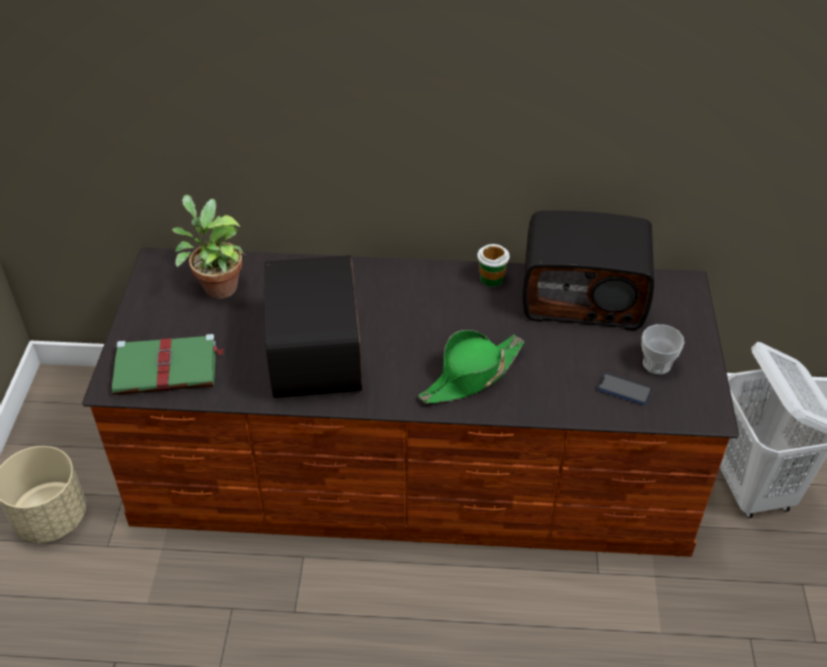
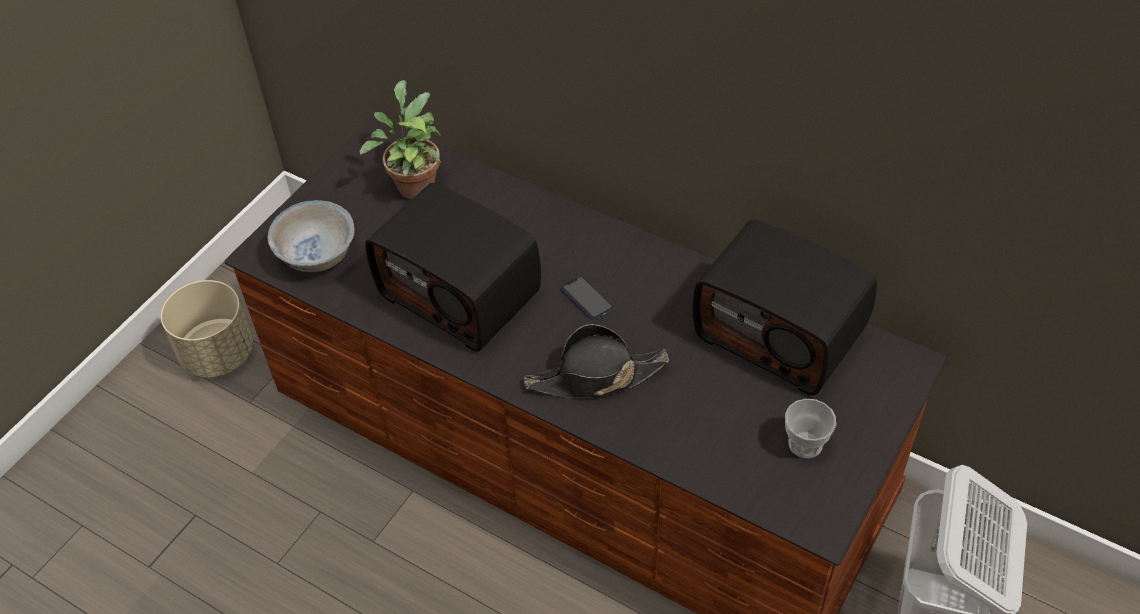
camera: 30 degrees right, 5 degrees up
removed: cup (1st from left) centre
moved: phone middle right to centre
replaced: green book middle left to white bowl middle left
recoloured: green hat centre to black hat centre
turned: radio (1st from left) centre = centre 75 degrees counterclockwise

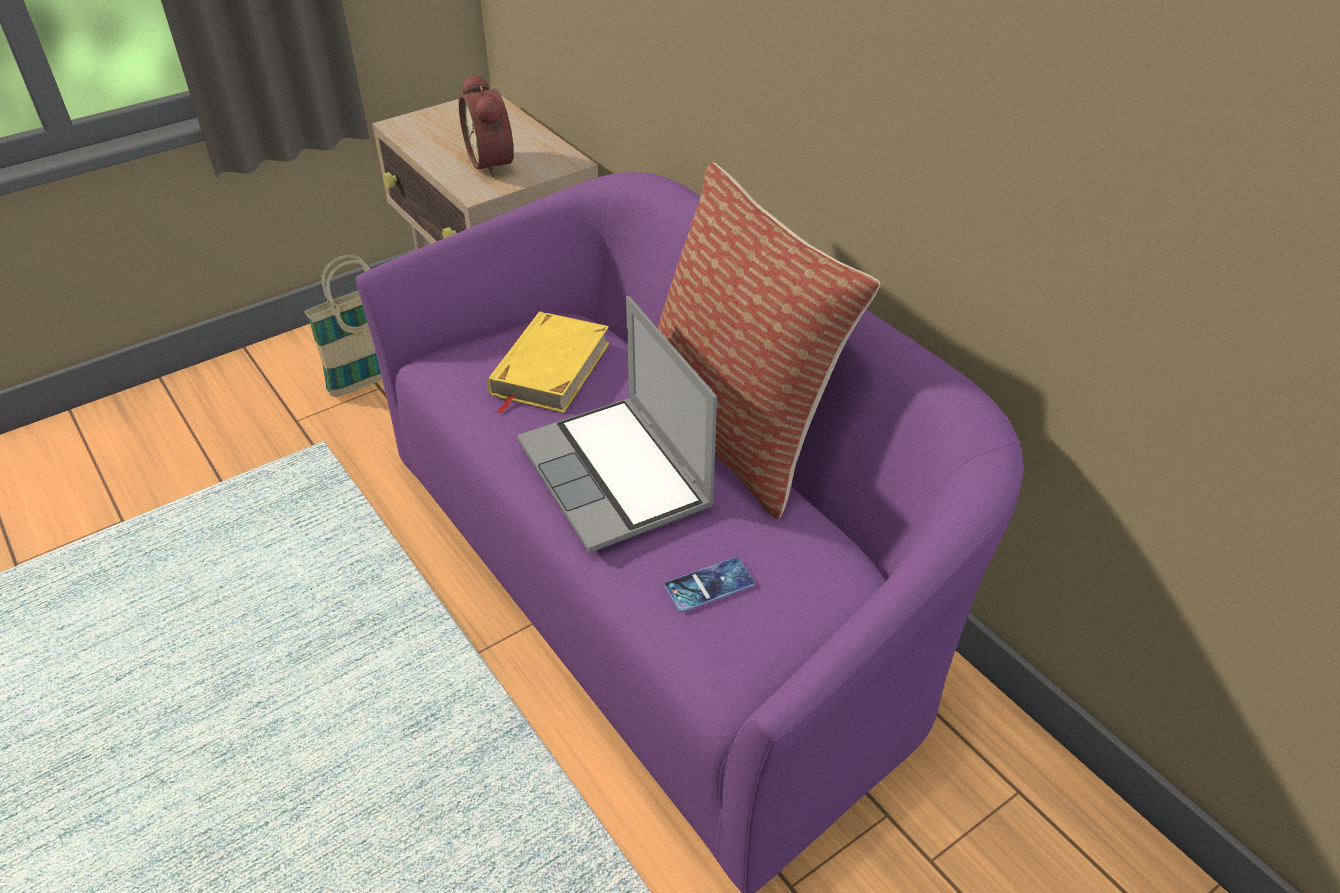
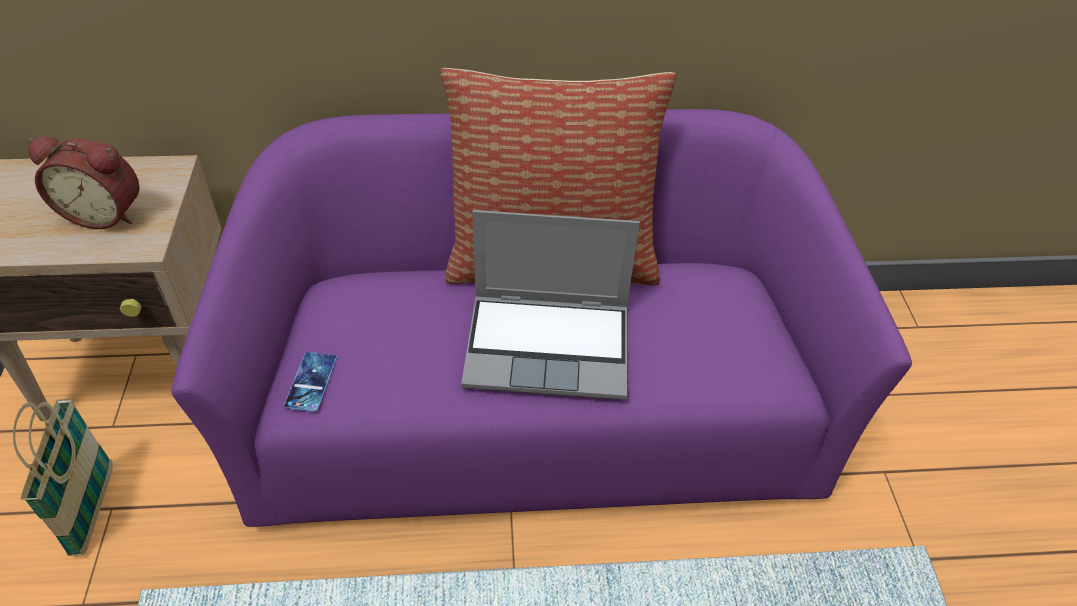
camera: 60 degrees left, 5 degrees up
removed: yellow book centre
moved: phone centre to middle left

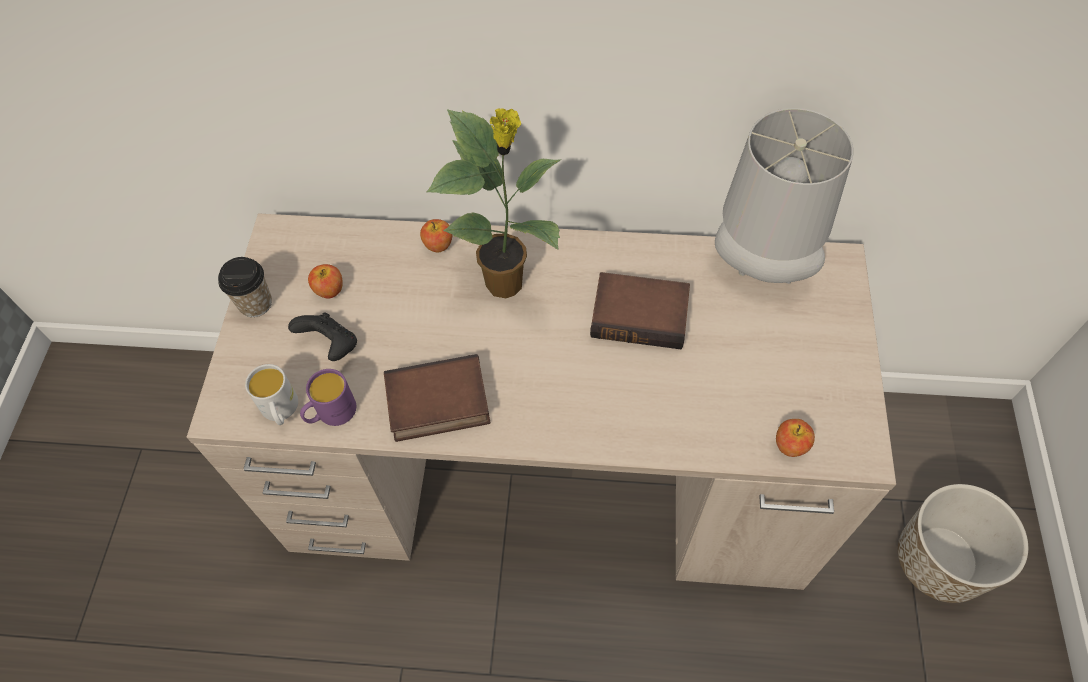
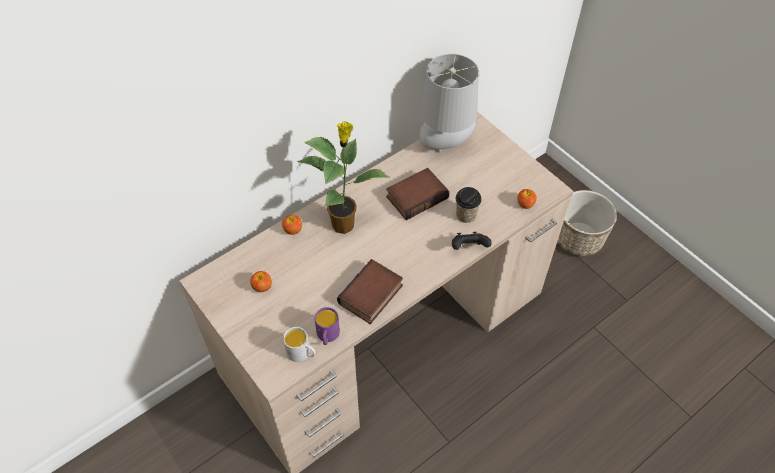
camera: 45 degrees left, 5 degrees down
moved: cup middle left to centre; black game controller middle left to centre

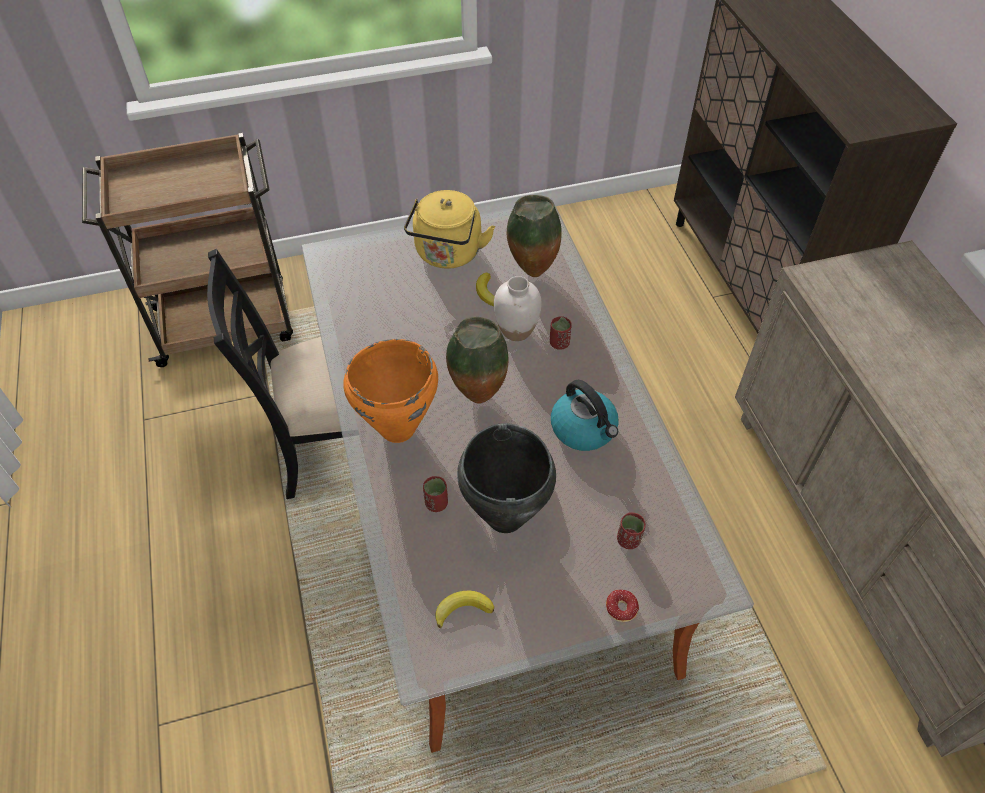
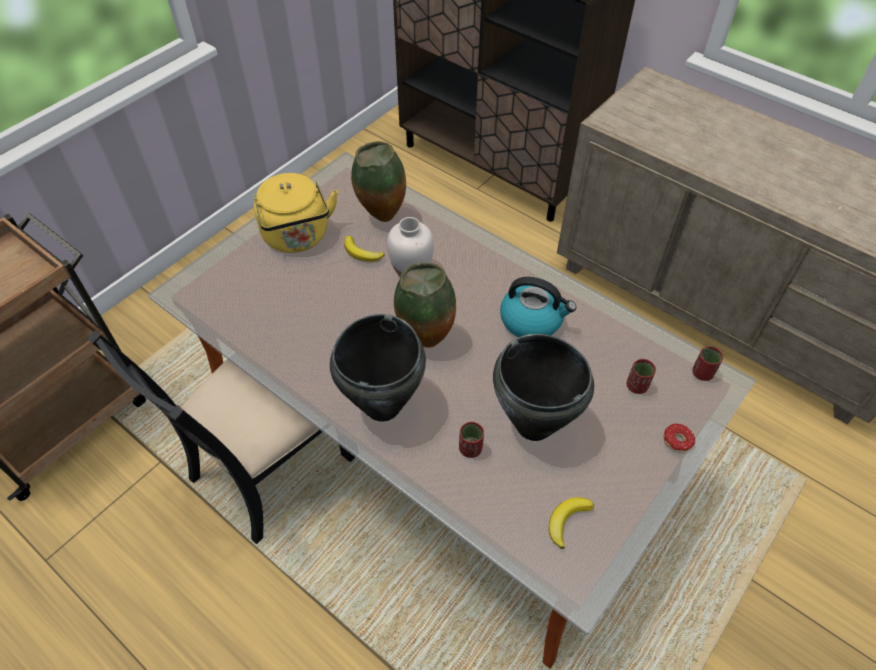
camera: 35 degrees left, 0 degrees up
moved: red cup (2nd from left in the first image) centre to red cup (3rd from left) middle right
recoloured: orange cooking pot centre to black cooking pot (1st from left) centre

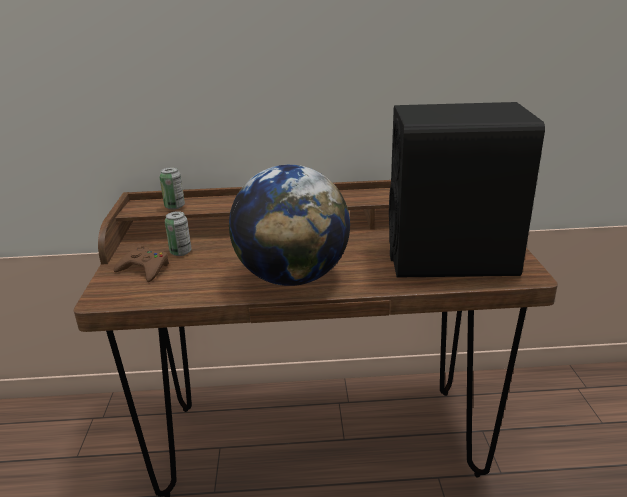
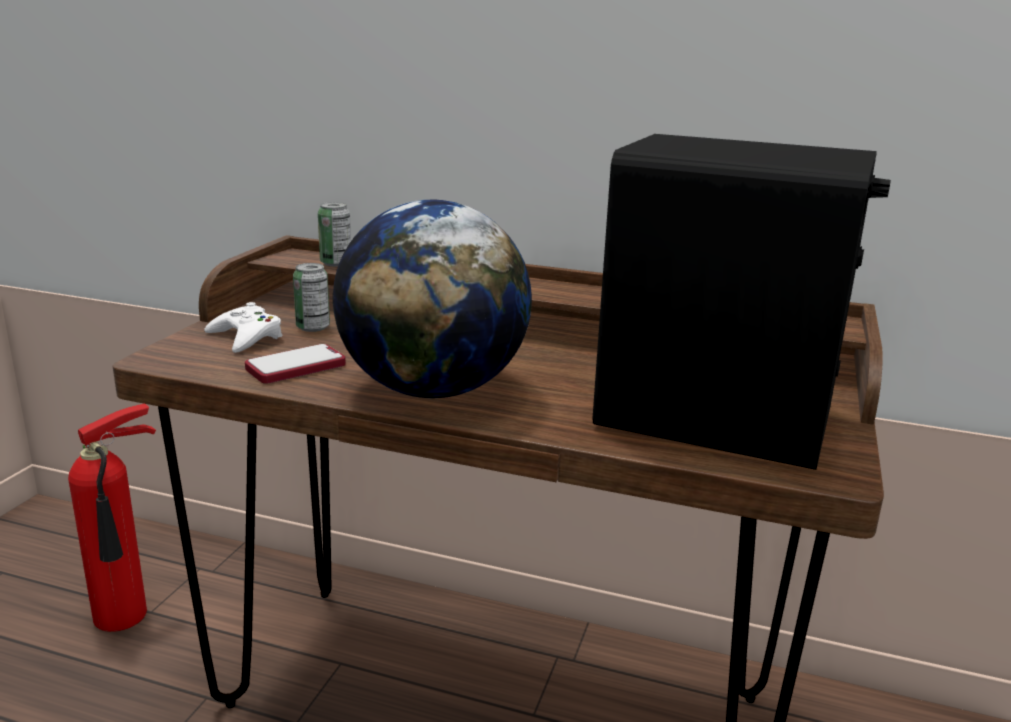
camera: 20 degrees right, 5 degrees down
added: fire extinguisher bottom left; phone middle left
recoloured: brown game controller middle left to white game controller middle left

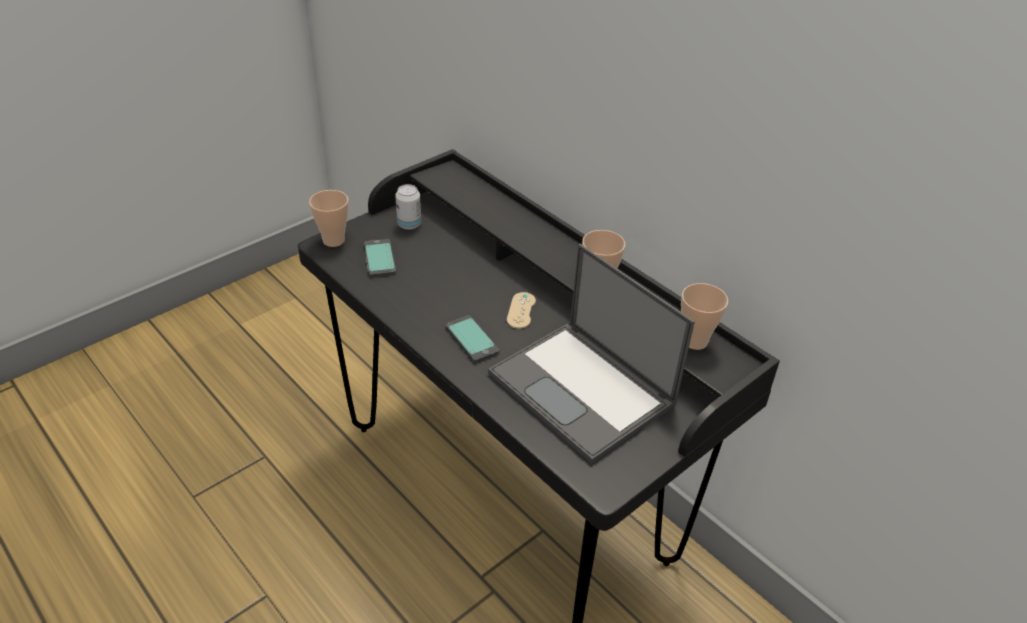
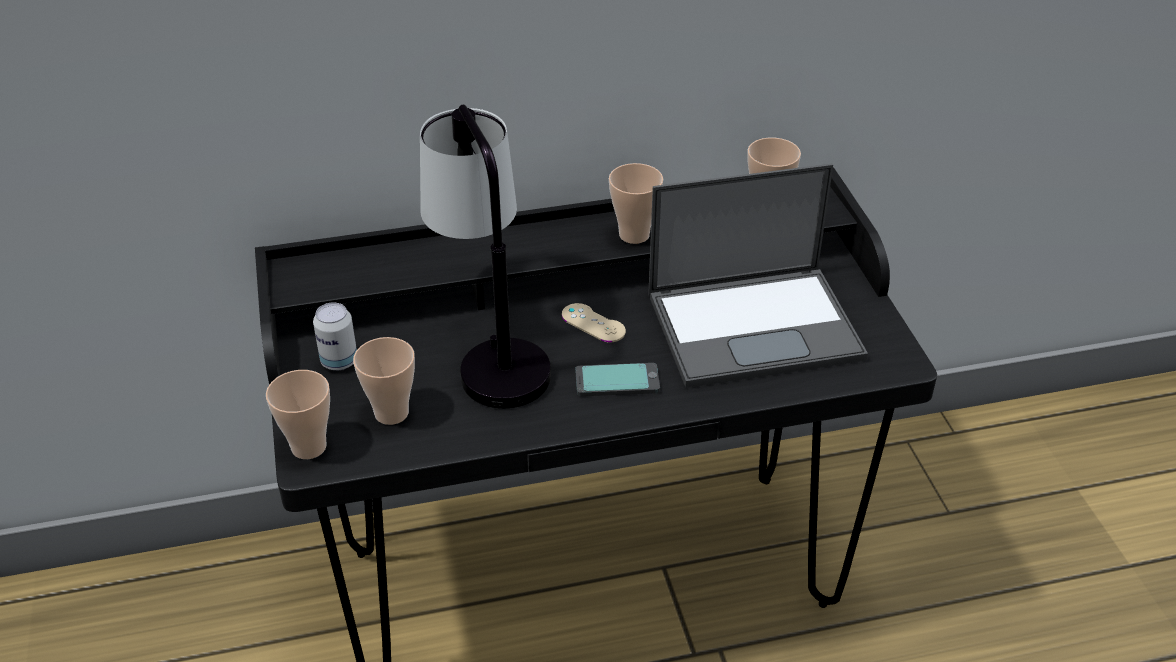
camera: 60 degrees left, 0 degrees up
added: table lamp centre
replaced: phone (1st from left) centre to cup (2nd from left) middle left

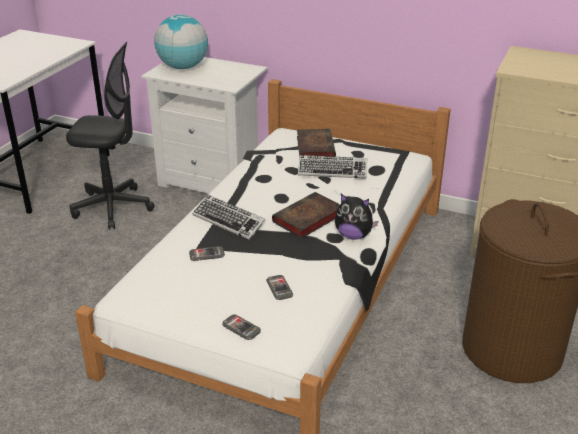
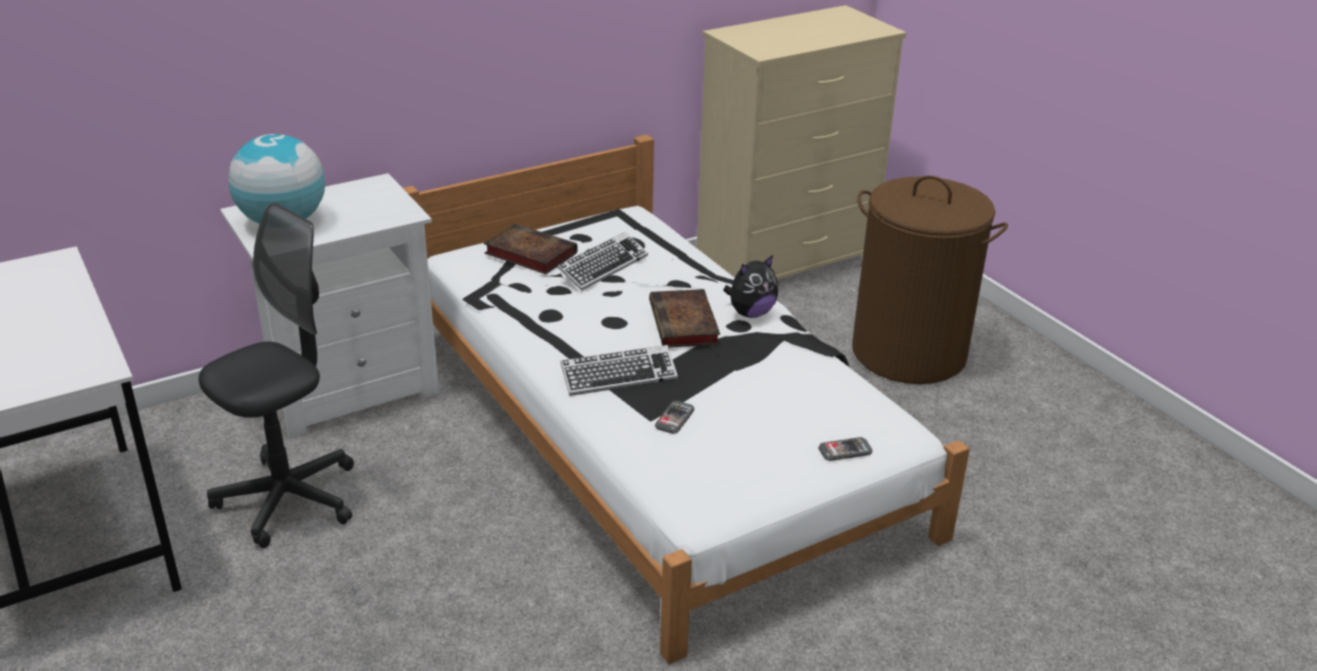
camera: 55 degrees left, 0 degrees up
removed: phone (3rd from left) centre

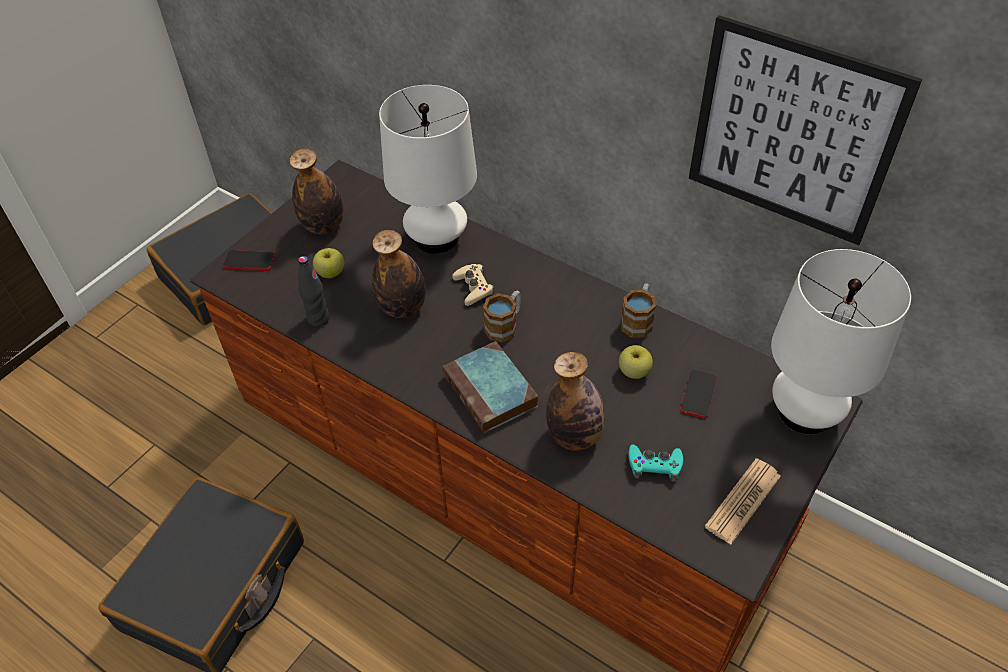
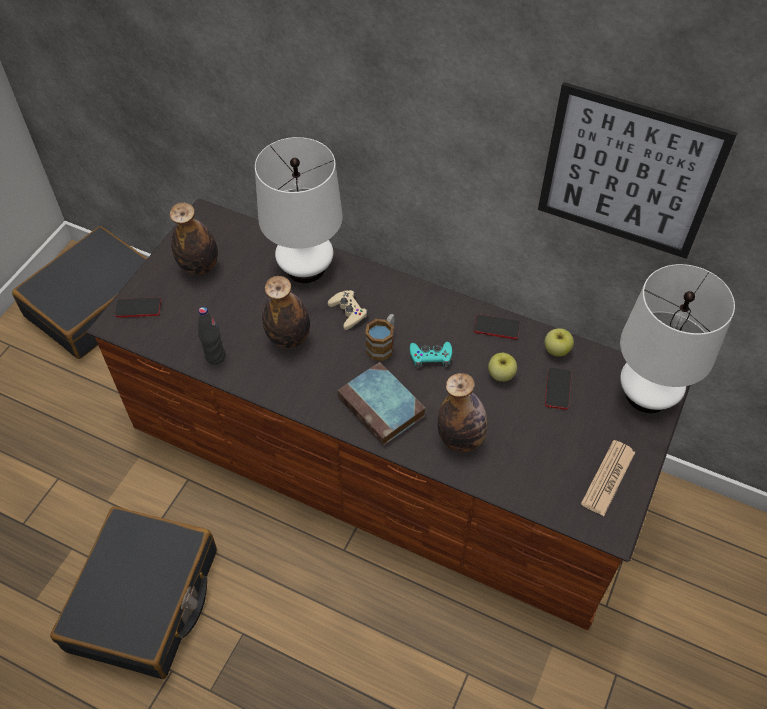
camera: 10 degrees left, 5 degrees up
moved: apple (1st from left in the first image) middle left to apple (2nd from left) middle right; turquoise game controller bottom centre to centre
replaced: mug (2nd from left) centre to phone (2nd from left) centre

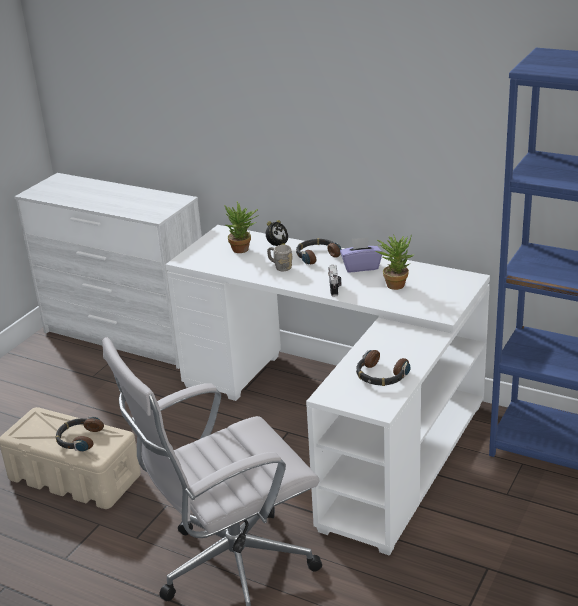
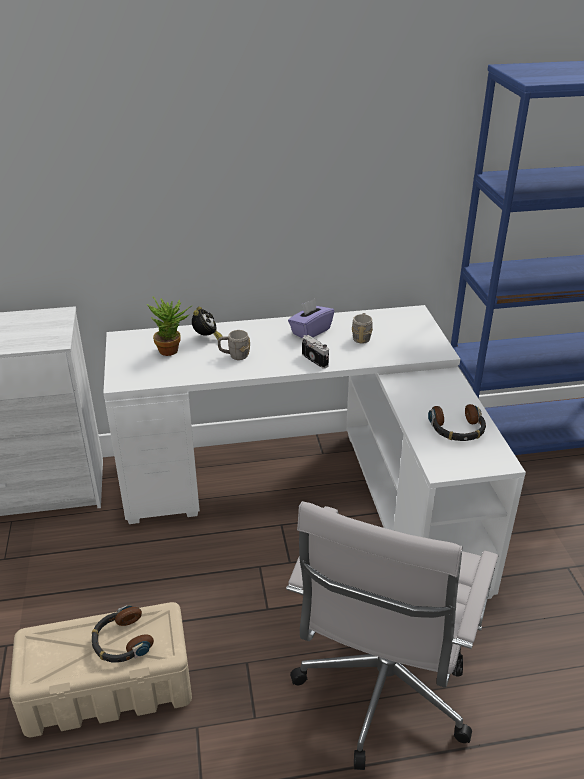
camera: 40 degrees left, 5 degrees up
removed: headphones (2nd from left) centre
replaced: potted plant (2nd from left) middle right to grey mug (2nd from left) centre

